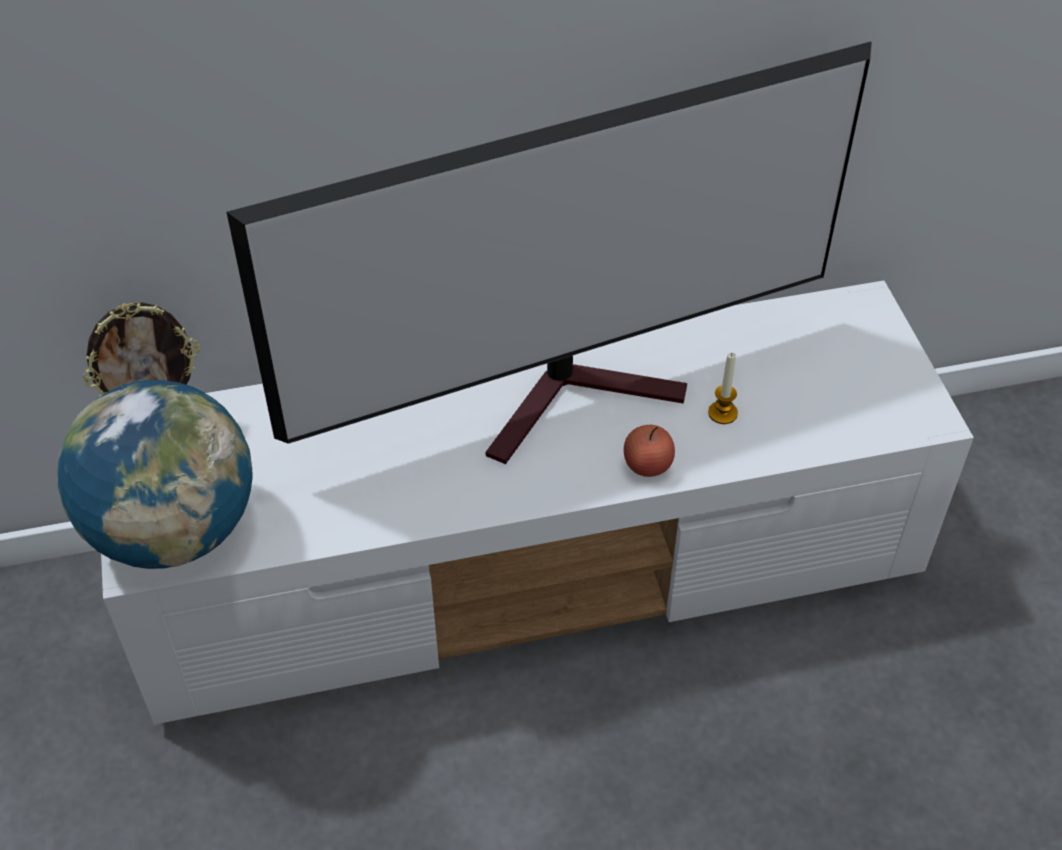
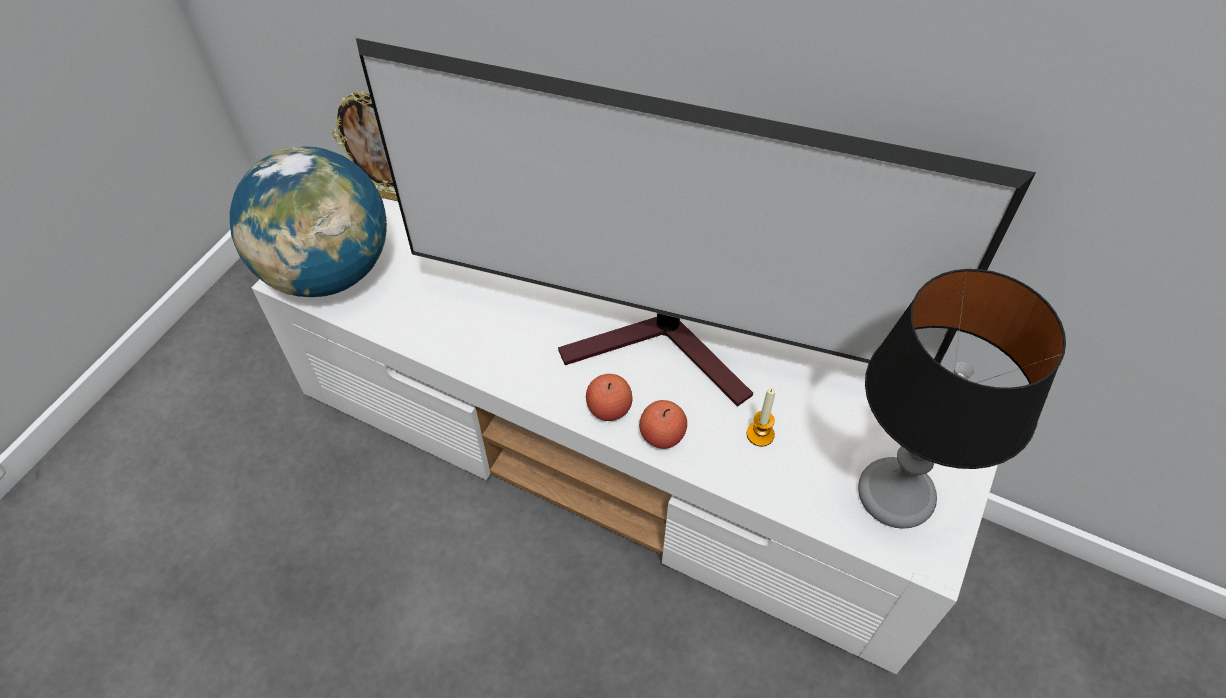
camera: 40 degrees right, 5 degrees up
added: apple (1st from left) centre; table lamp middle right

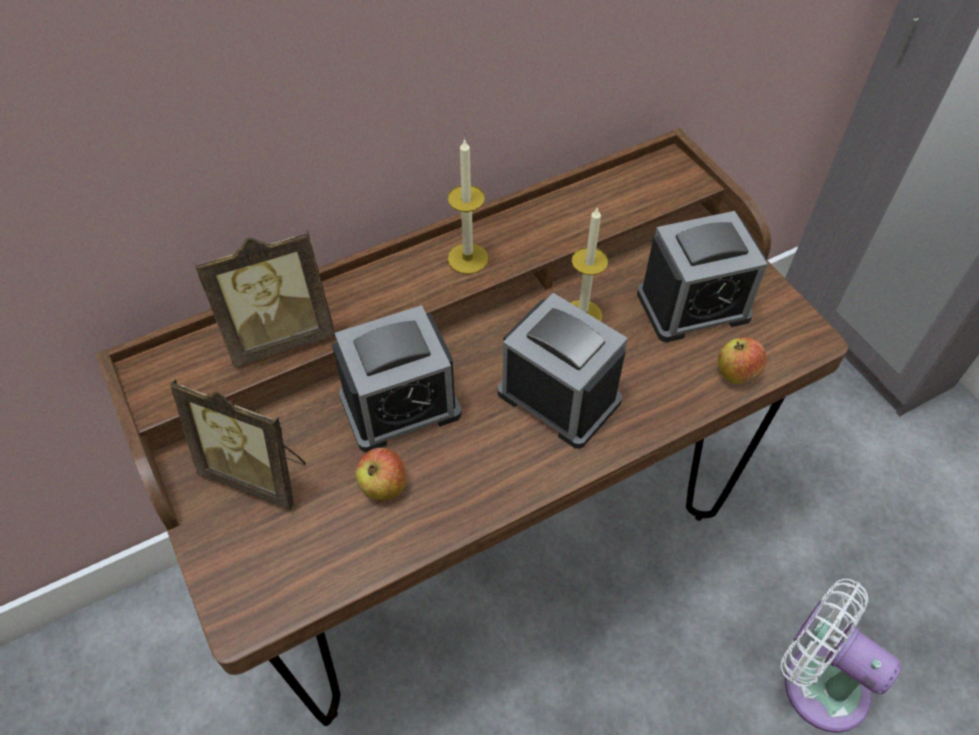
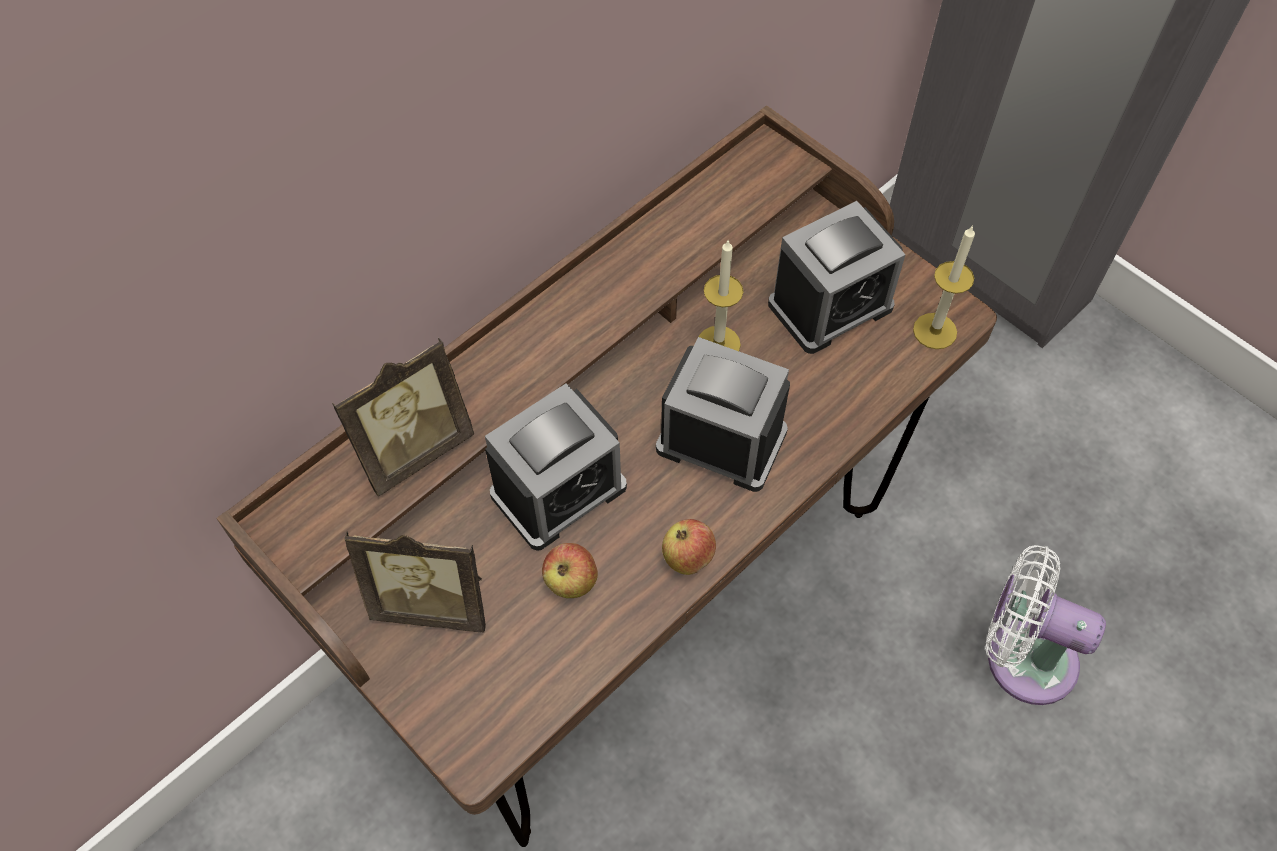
camera: 15 degrees left, 5 degrees up
moved: candle (1st from left in the first image) top centre to candle (2nd from left) middle right; apple (2nd from left) middle right to centre

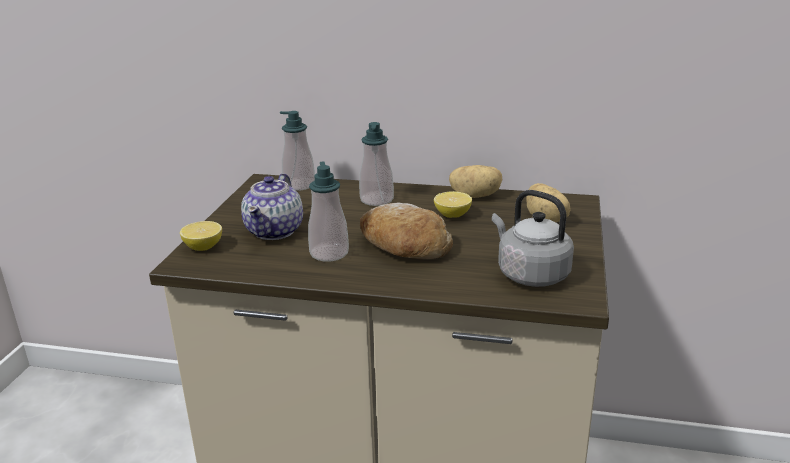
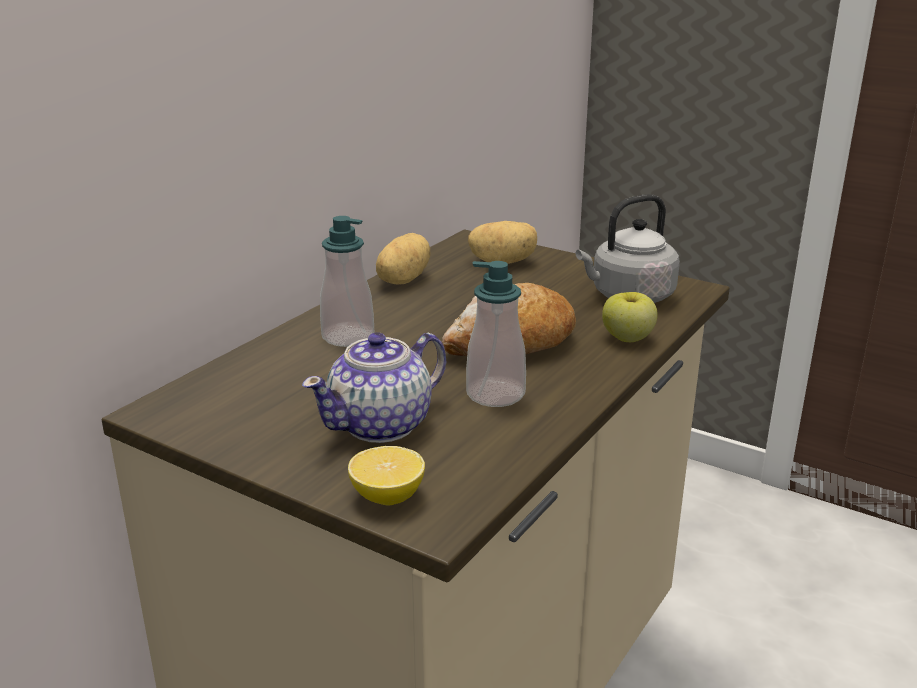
camera: 70 degrees left, 0 degrees up
removed: soap dispenser (1st from left) top centre; lemon (2nd from left) centre
added: apple middle right
turned: teapot centre = centre 105 degrees clockwise

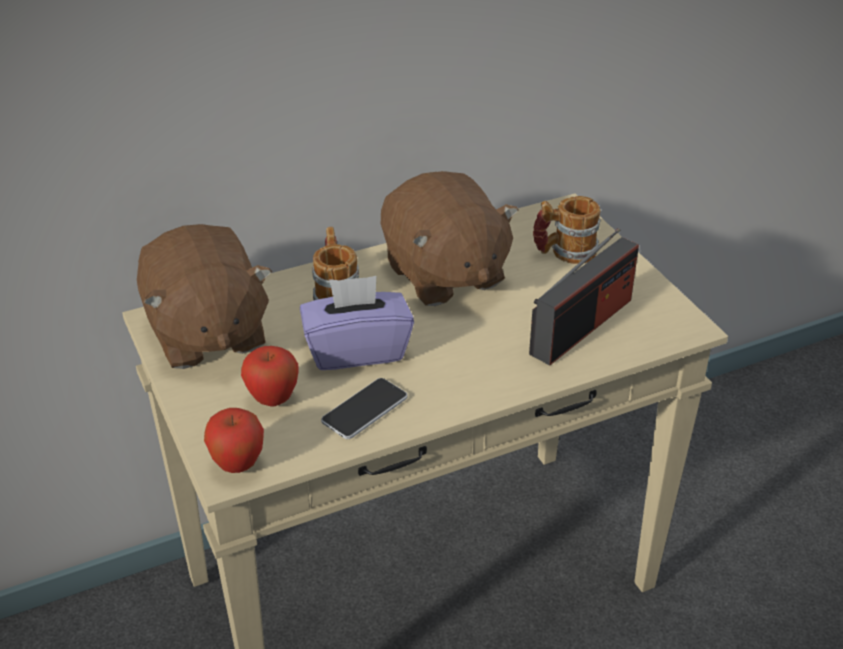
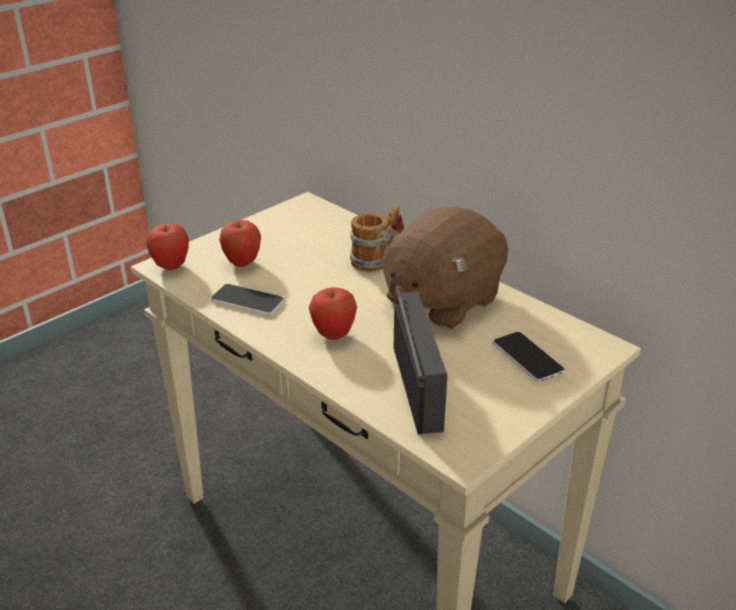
camera: 70 degrees right, 5 degrees down
removed: brown plush toy (1st from left) middle left; purple tissue box centre
added: apple (3rd from left) centre
replaced: mug (2nd from left) middle right to phone (2nd from left) middle right
turned: radio middle right = centre 120 degrees counterclockwise

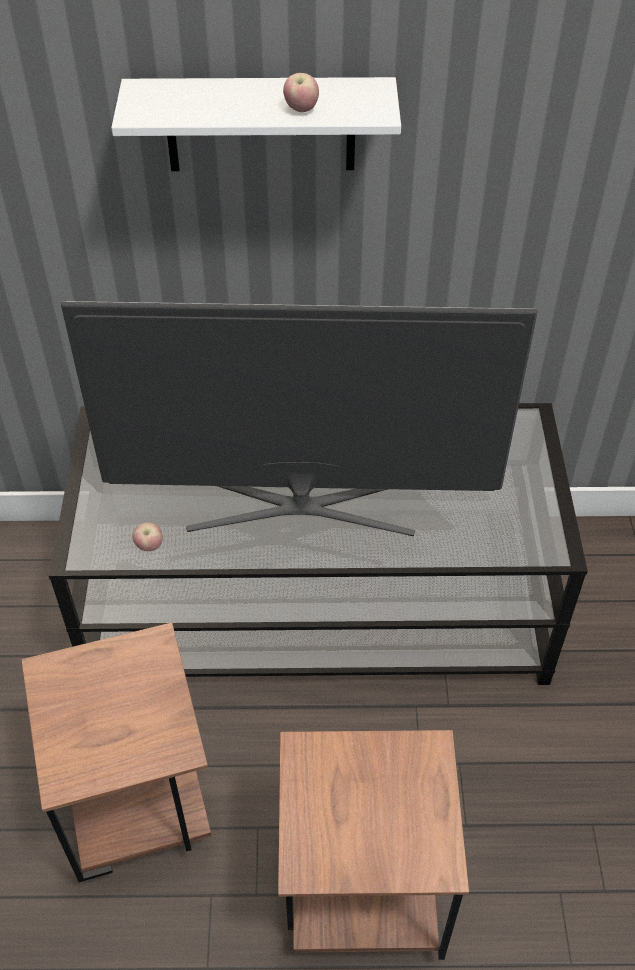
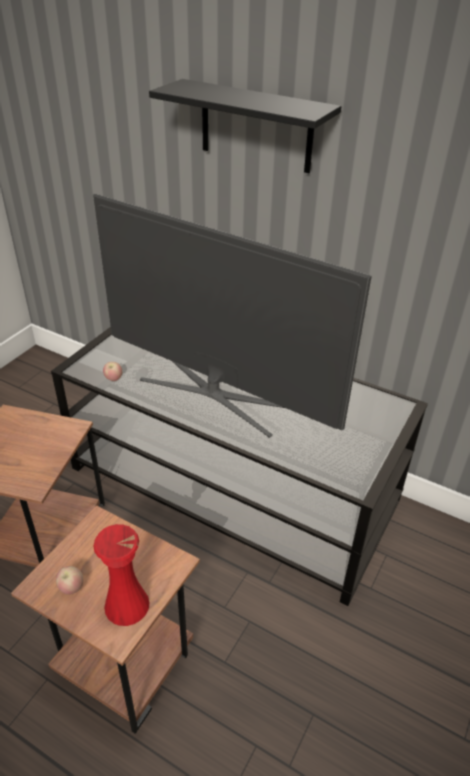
camera: 30 degrees right, 10 degrees down
added: red vase bottom left
moved: apple (2nd from left in the first image) top centre to apple (1st from left) bottom left
recoloured: white shelf top centre to black shelf top centre

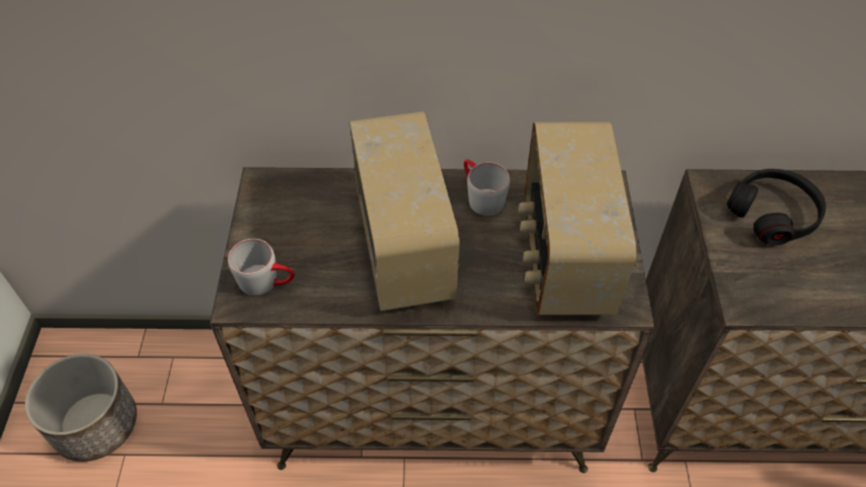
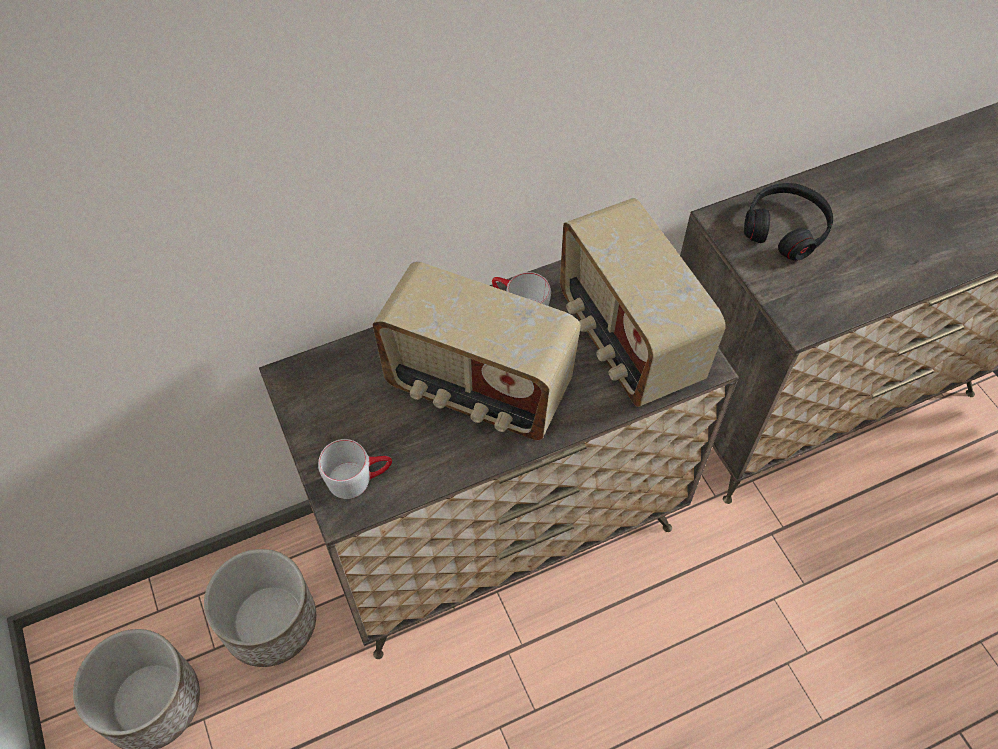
camera: 25 degrees left, 5 degrees up
added: planter (2nd from left) bottom left
turned: radio (1st from left) centre = centre 150 degrees clockwise

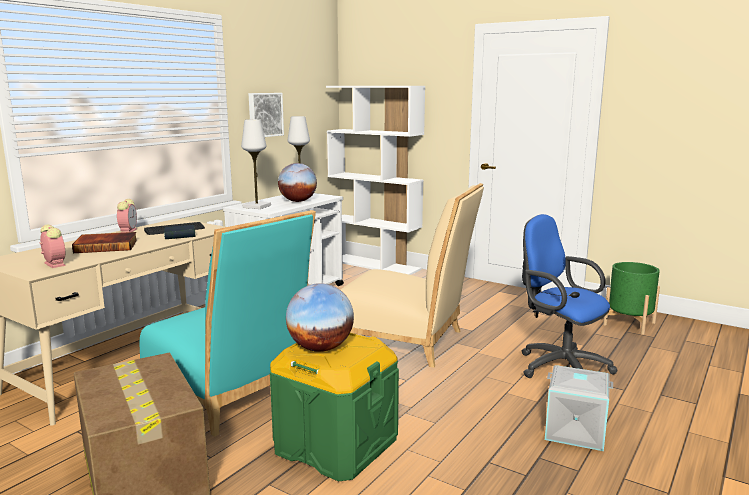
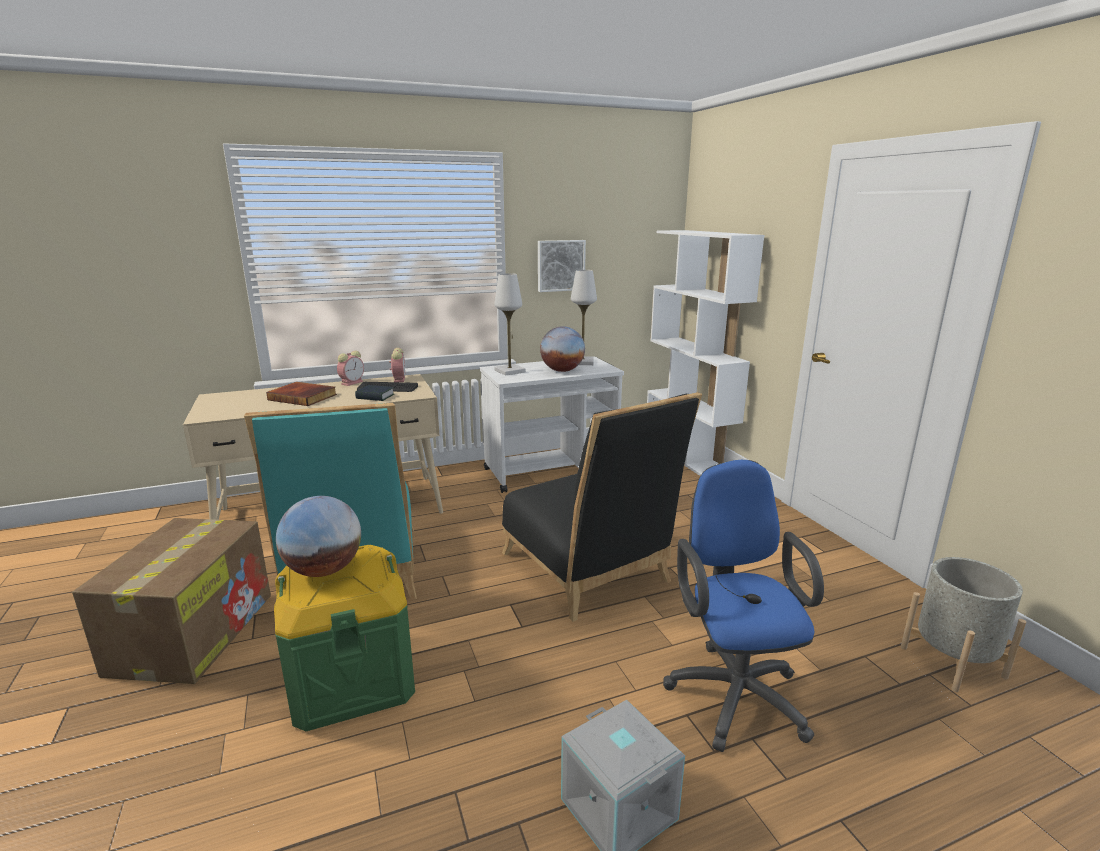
camera: 35 degrees right, 5 degrees up
moved: alarm clock (1st from left in the first image) middle left to alarm clock (2nd from left) centre
recoloured: beige chair centre to black chair centre; green planter middle right to grey planter bottom right

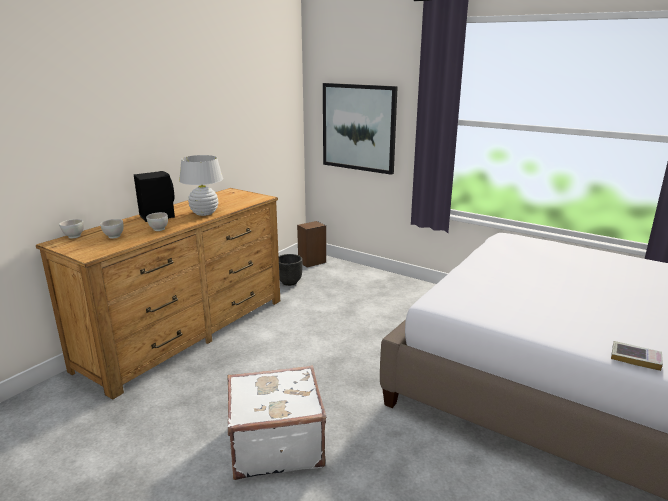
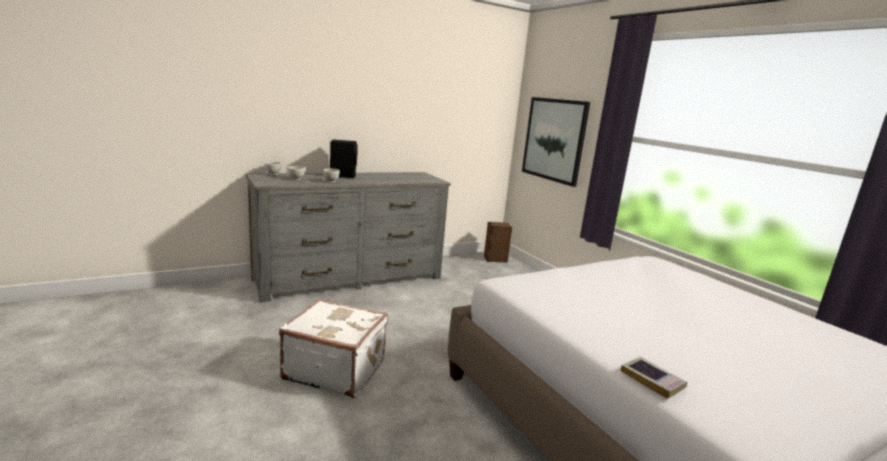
camera: 25 degrees right, 5 degrees down
removed: white table lamp middle left; black planter centre
recoloured: brown dresser middle left to grey dresser centre

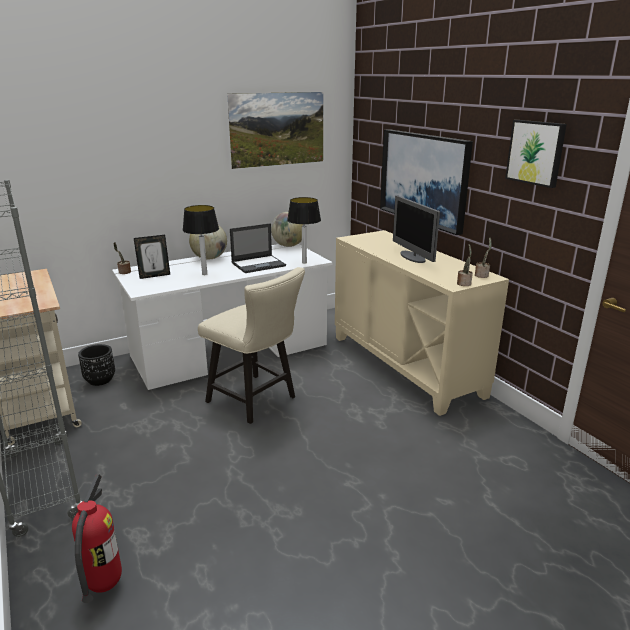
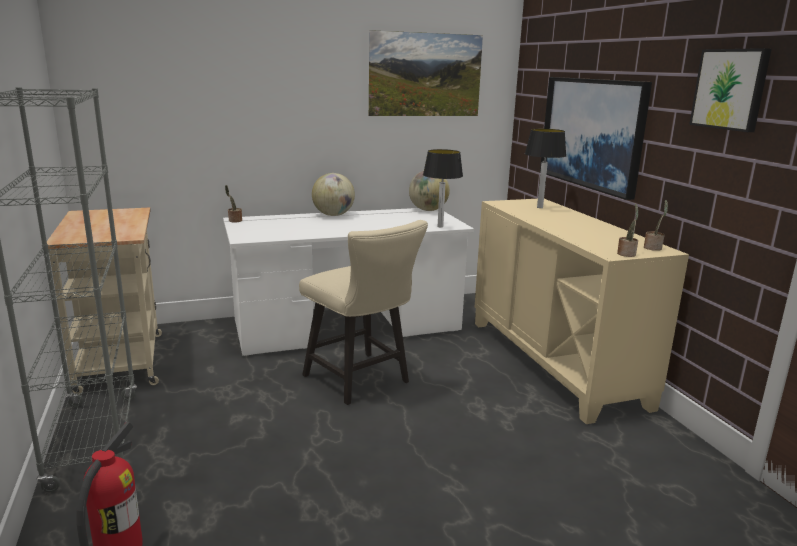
camera: 10 degrees right, 5 degrees down
removed: black planter middle left; picture frame middle left; laptop centre; monitor centre
moved: table lamp (1st from left in the first image) middle left to table lamp (2nd from left) top right

